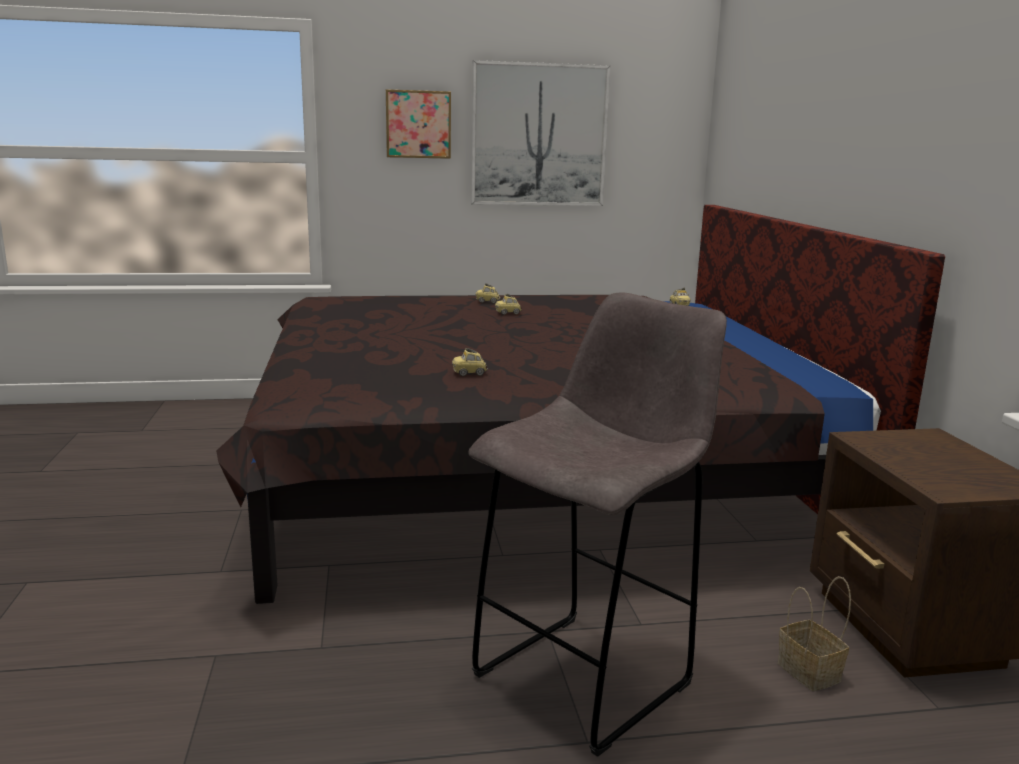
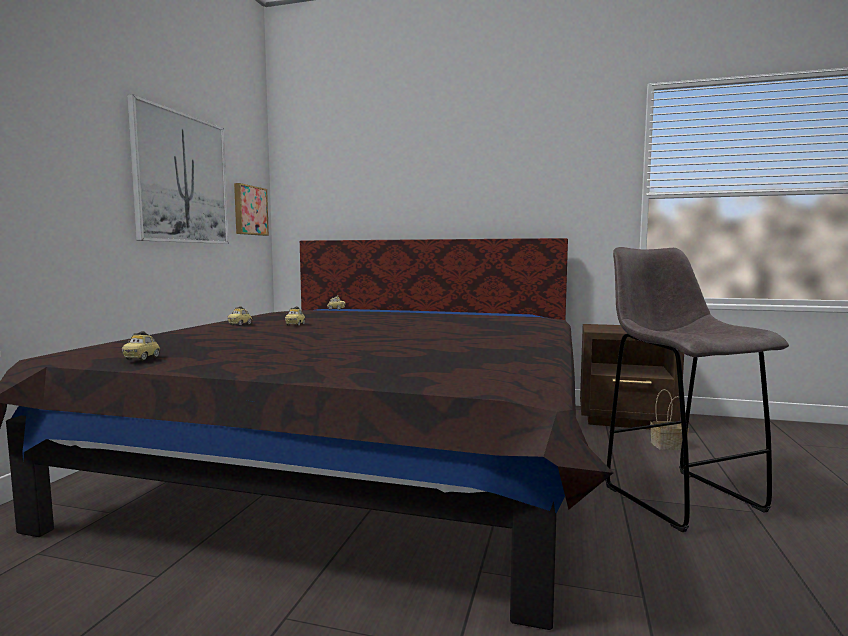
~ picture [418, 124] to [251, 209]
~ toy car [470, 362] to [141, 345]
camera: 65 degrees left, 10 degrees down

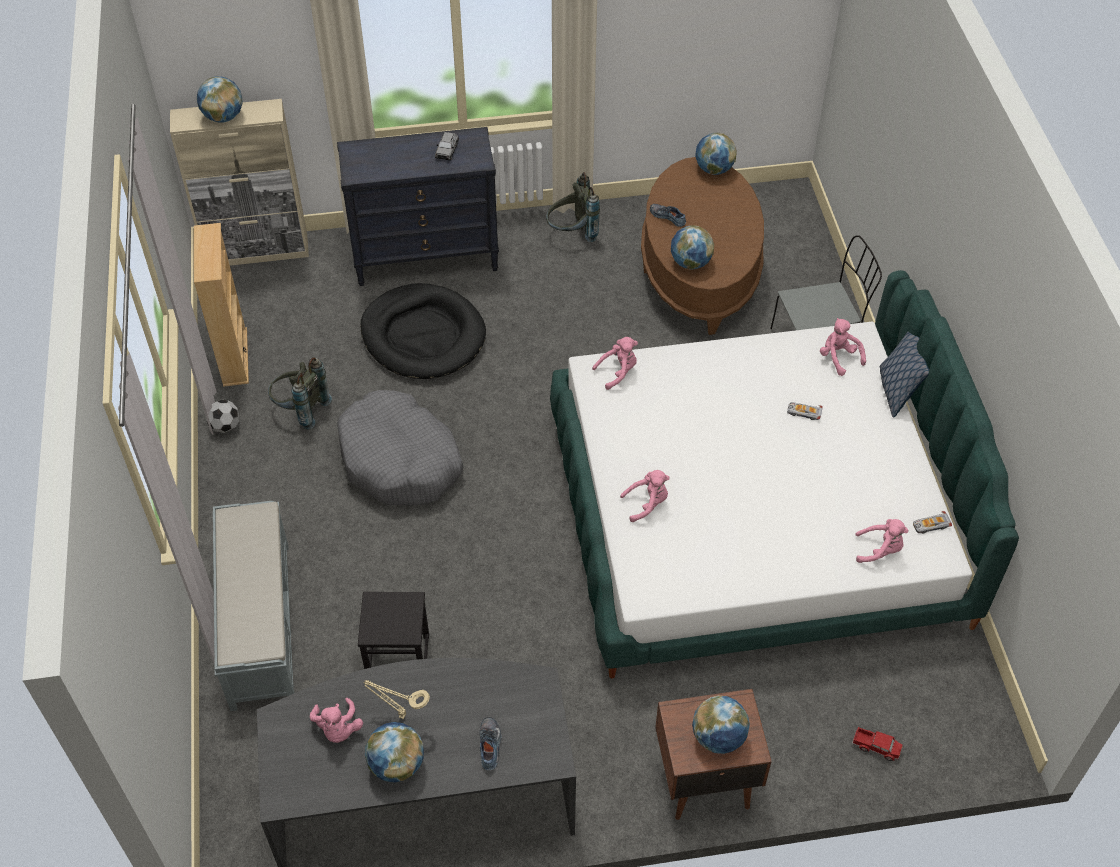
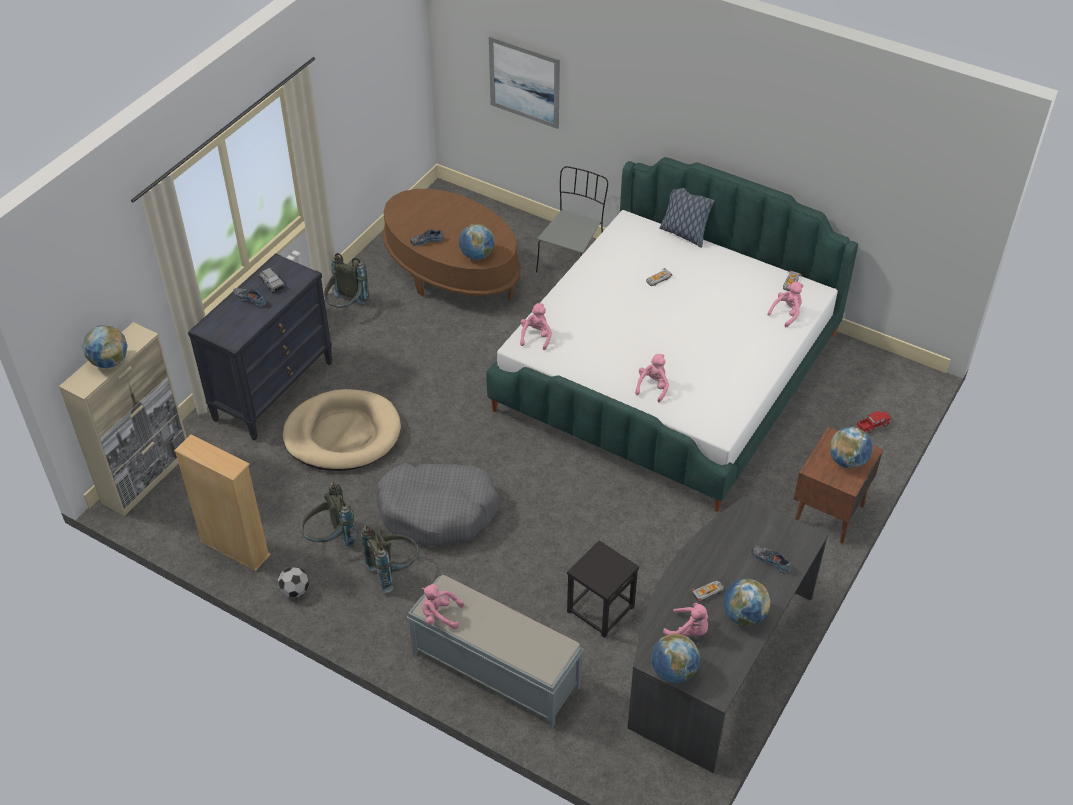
+ shoe [249, 297]
+ grey backpack [390, 559]
+ picture [524, 82]
~ globe [716, 154] to [675, 658]
~ pink plush toy [843, 347] to [443, 606]
~ beige table lamp [397, 699] to toy car [707, 591]
~ black dog bed [423, 331] to beige dog bed [342, 430]
camera: 50 degrees left, 5 degrees down

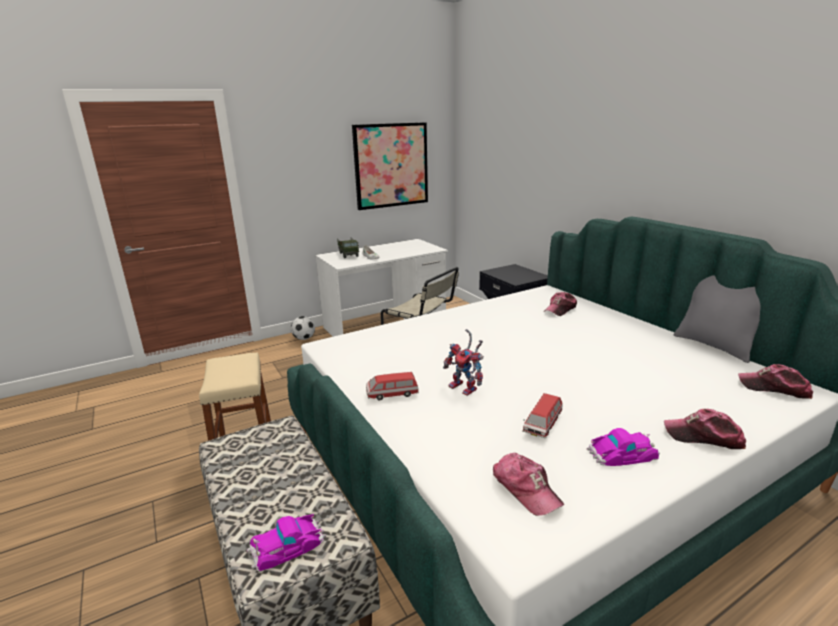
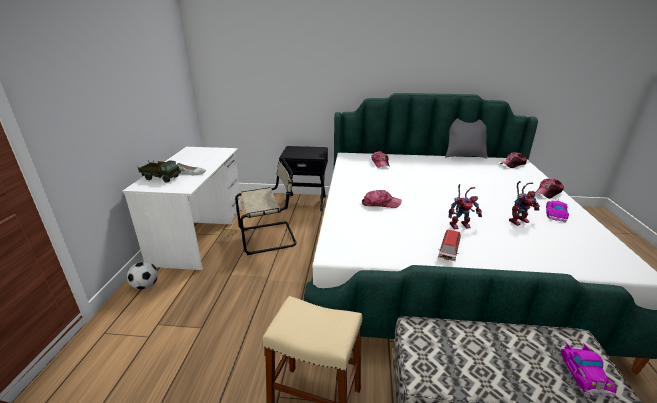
- picture [390, 166]
~ cap [529, 484] to [382, 199]
~ toy car [542, 416] to toy robot [524, 203]
camera: 55 degrees left, 5 degrees up

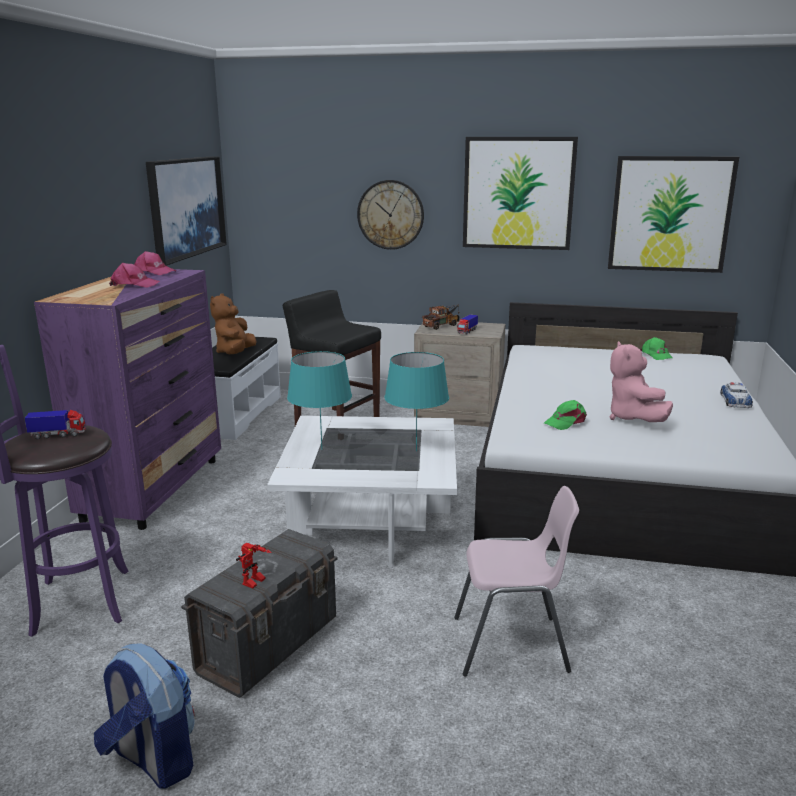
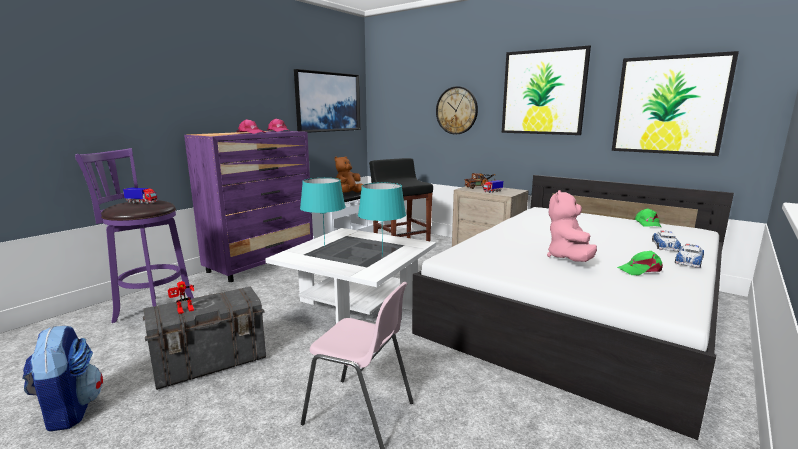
+ toy car [666, 240]
~ green cap [565, 415] to [640, 263]
camera: 25 degrees right, 5 degrees down

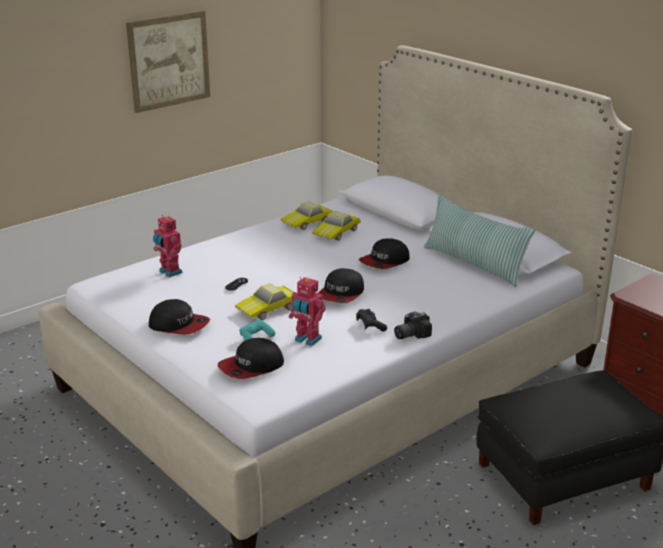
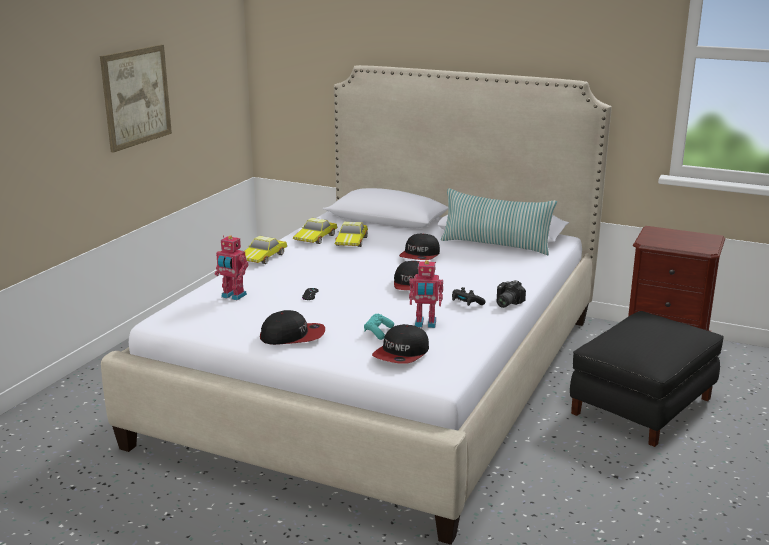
~ toy car [264, 301] to [266, 250]
camera: 25 degrees left, 5 degrees down

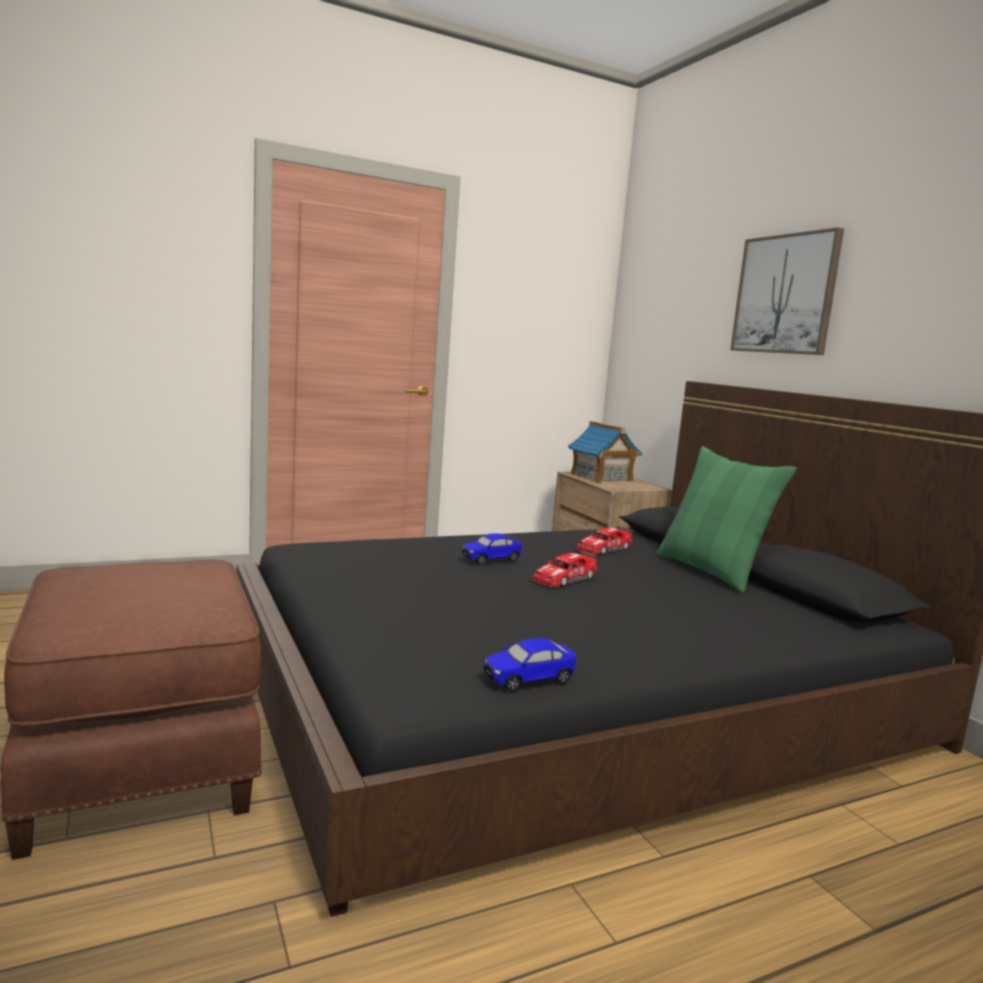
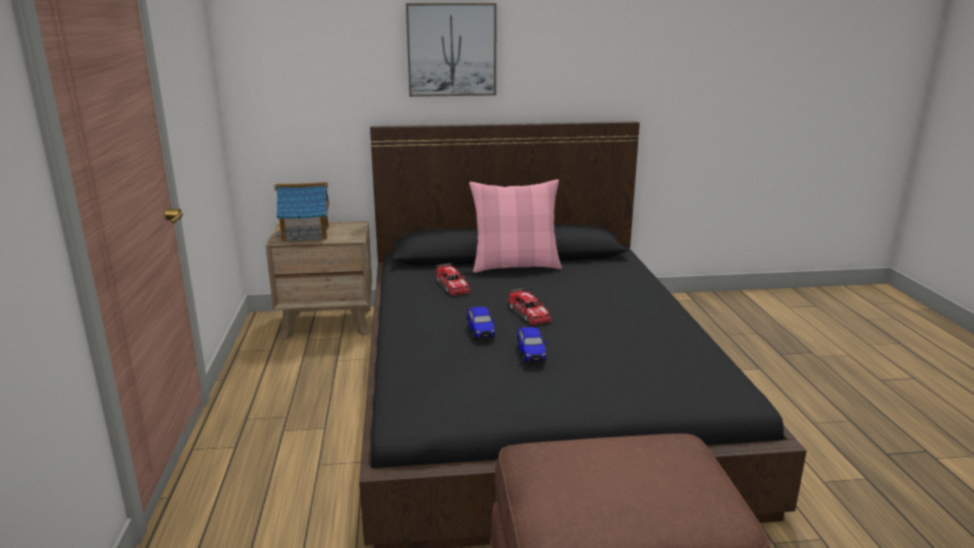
~ toy car [529, 665] to [532, 344]
~ green pillow [727, 519] to pink pillow [515, 226]
camera: 70 degrees left, 10 degrees up

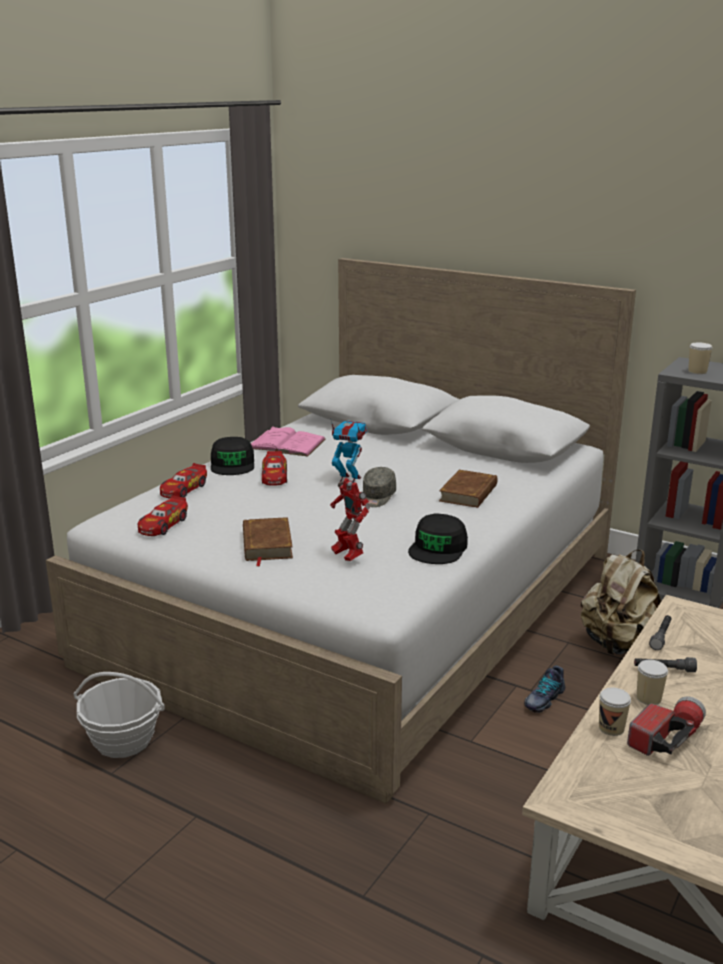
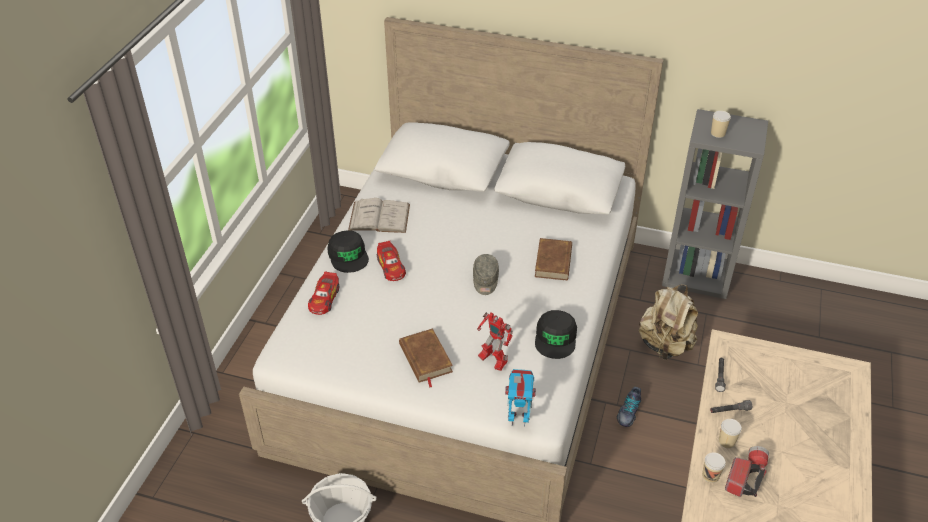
- toy car [163, 515]
~ toy robot [348, 450] to [520, 398]
~ pink book [288, 441] to white book [379, 215]
camera: 15 degrees left, 20 degrees up

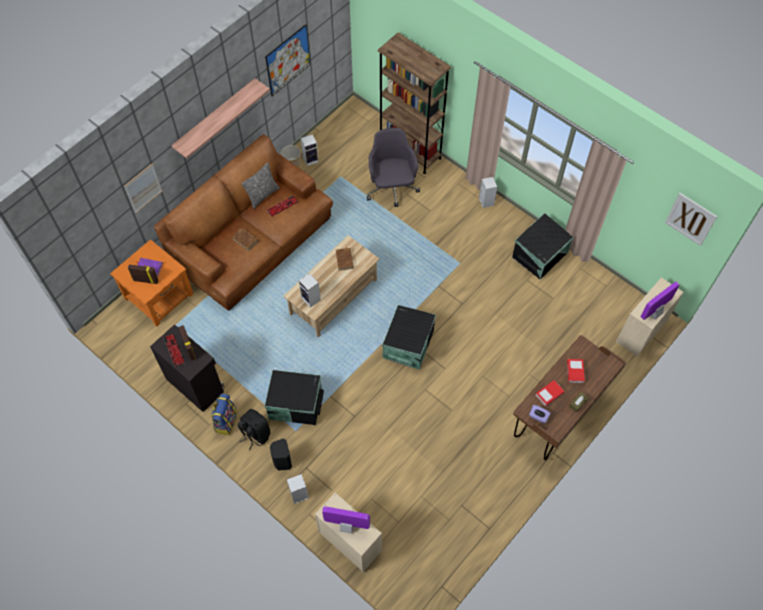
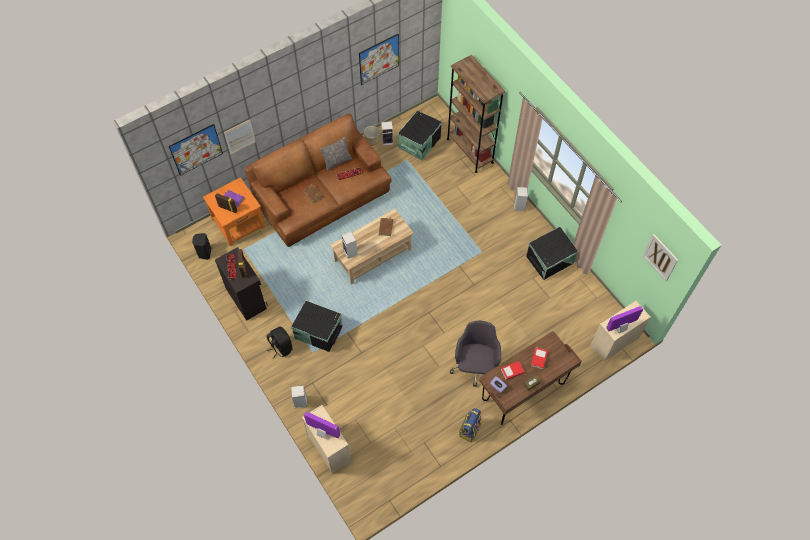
- shelf [220, 118]
+ picture [196, 150]
~ backpack [224, 414] to [470, 425]
~ black speaker [281, 454] to [201, 246]
~ grey office chair [393, 167] to [475, 354]
~ black storage box [409, 337] to [419, 136]
camera: 15 degrees right, 0 degrees up

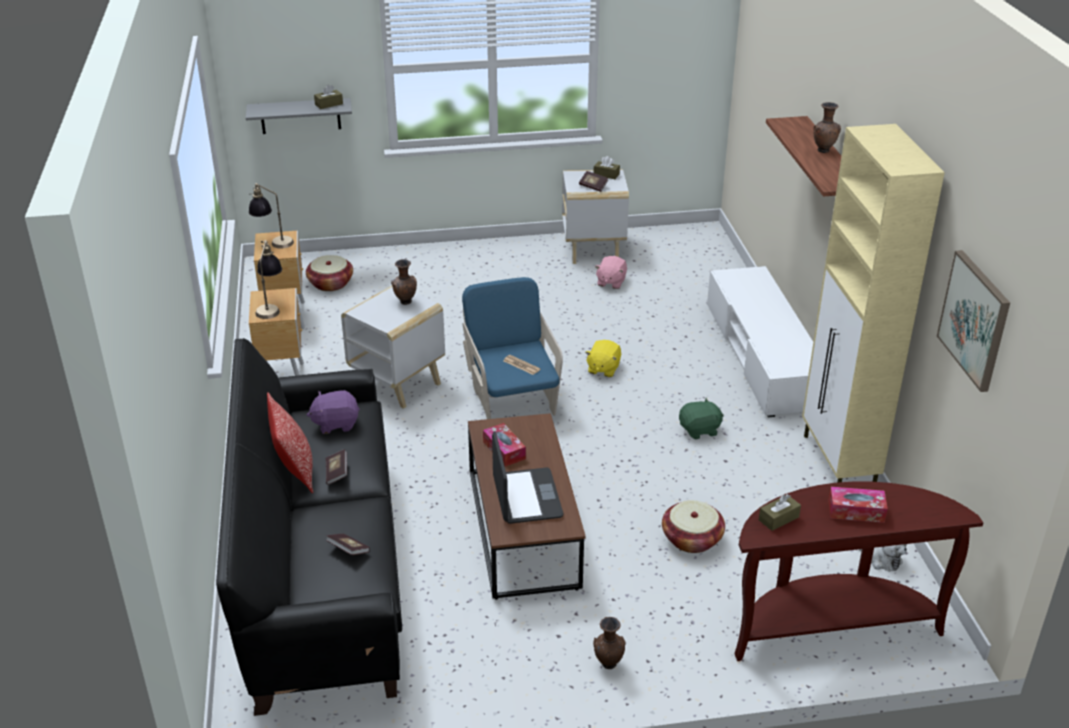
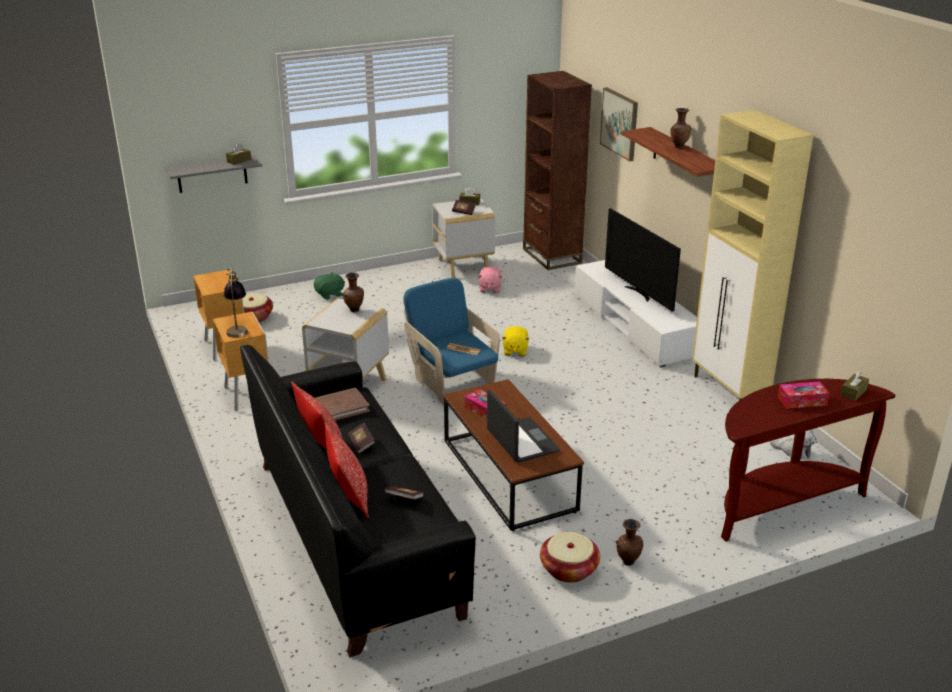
- table lamp [271, 216]
+ pillow [347, 470]
+ brown bookcase [557, 170]
+ television [643, 260]
~ basket [693, 526] to [570, 557]
~ green plush toy [701, 419] to [329, 286]
~ brown tissue box [780, 512] to [854, 386]
~ picture [973, 321] to [619, 124]
~ purple plush toy [333, 412] to brown book [342, 404]
camera: 15 degrees left, 5 degrees down

